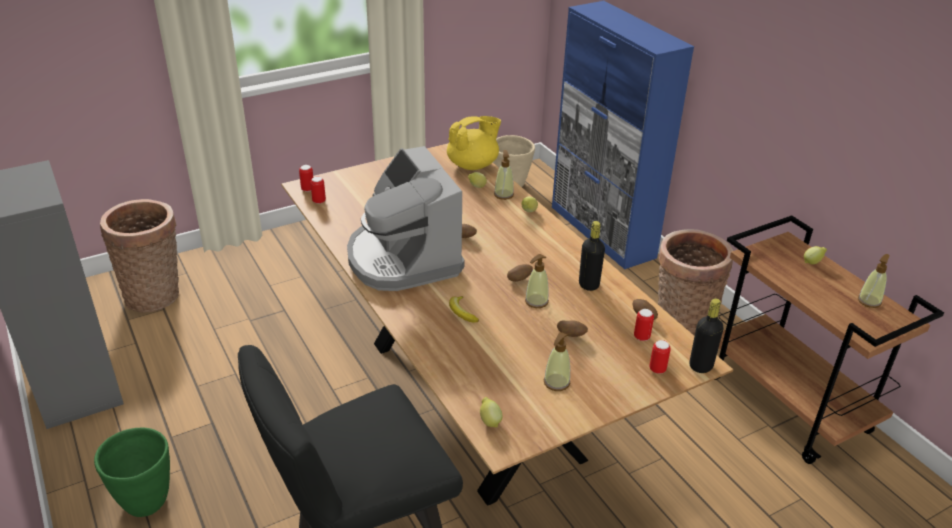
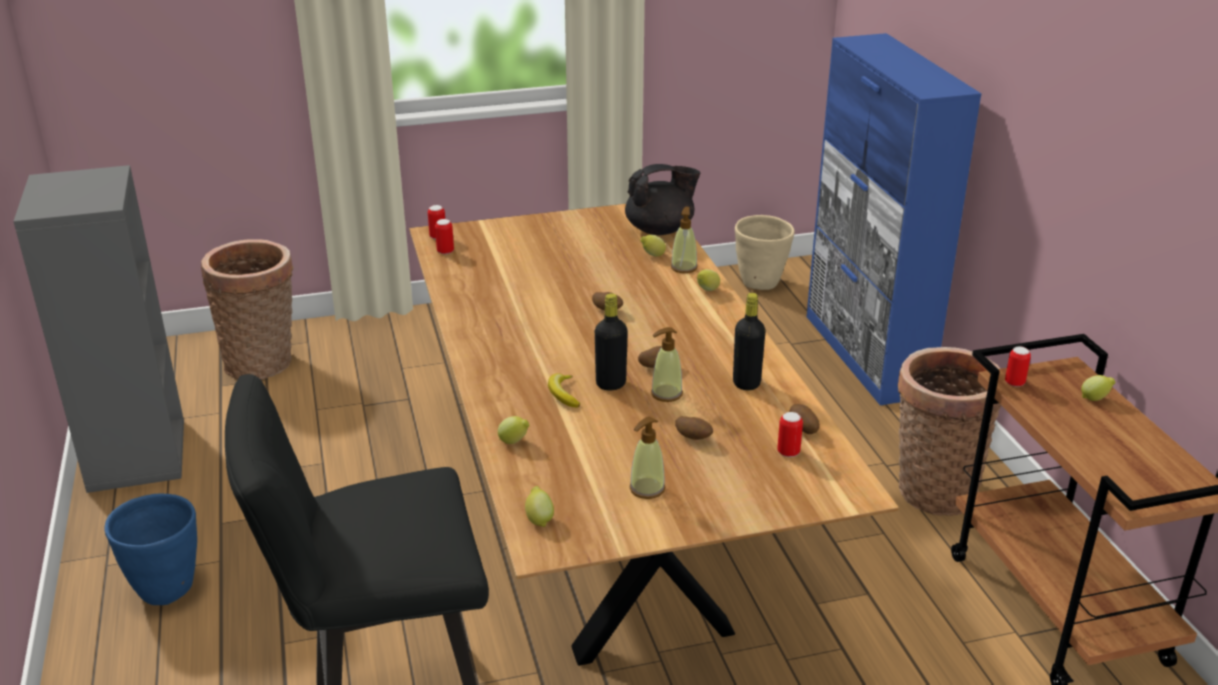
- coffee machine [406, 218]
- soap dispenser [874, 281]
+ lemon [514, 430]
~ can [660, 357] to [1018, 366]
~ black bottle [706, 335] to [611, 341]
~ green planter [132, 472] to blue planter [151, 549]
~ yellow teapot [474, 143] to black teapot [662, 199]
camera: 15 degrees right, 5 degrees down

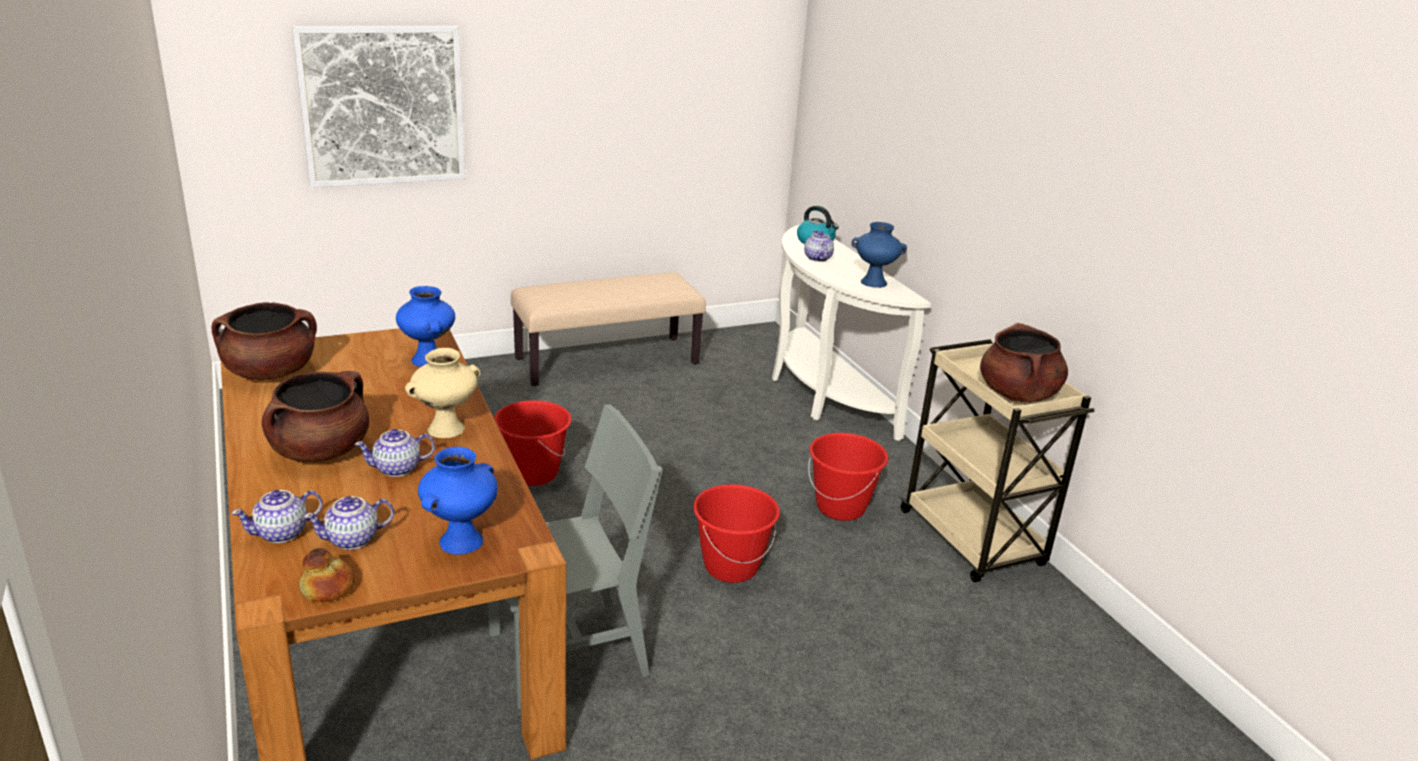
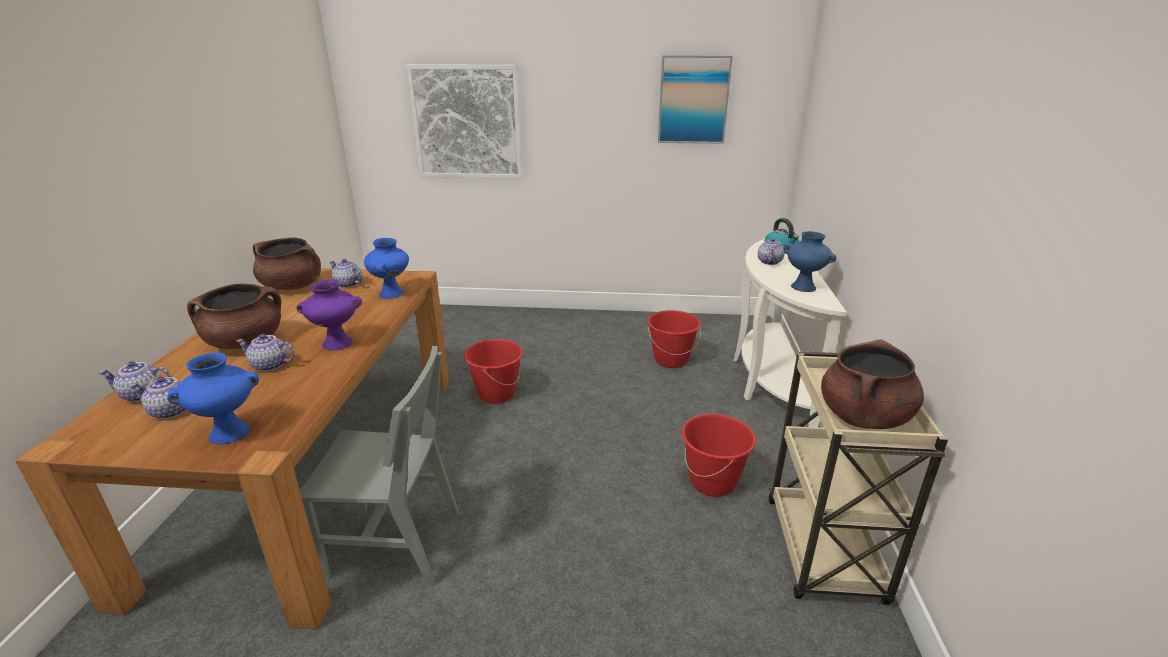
- bread [327, 575]
- beige bench [608, 329]
+ teapot [346, 273]
+ picture [695, 99]
~ red bucket [736, 533] to [674, 339]
~ beige vase [442, 393] to purple vase [329, 314]
camera: 30 degrees right, 0 degrees up

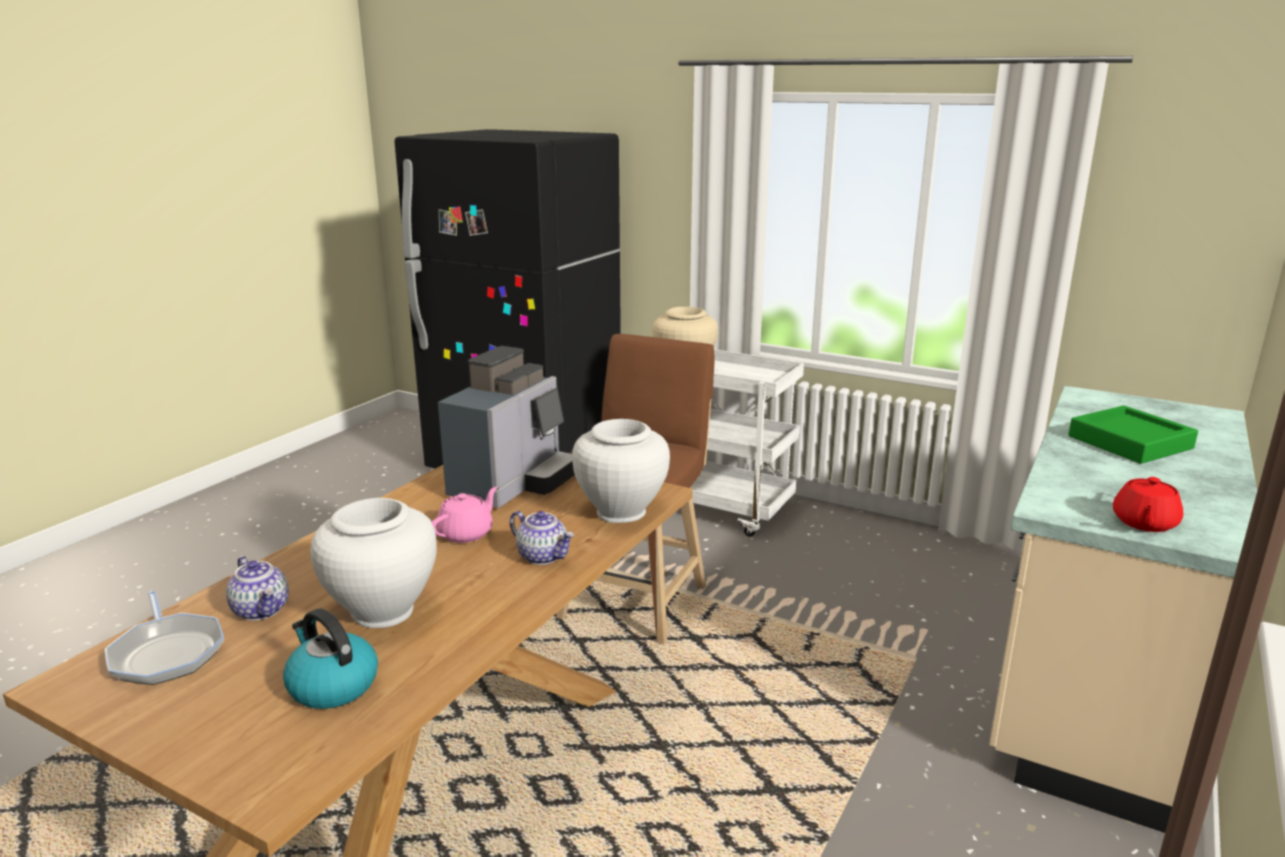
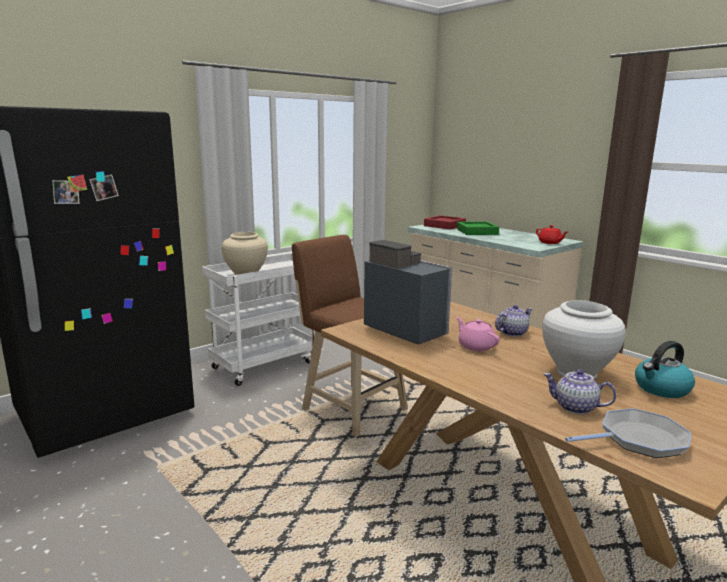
- white vase [621, 471]
+ red tray [445, 222]
~ teapot [257, 588] = [579, 391] 135 degrees counterclockwise
camera: 70 degrees left, 5 degrees down

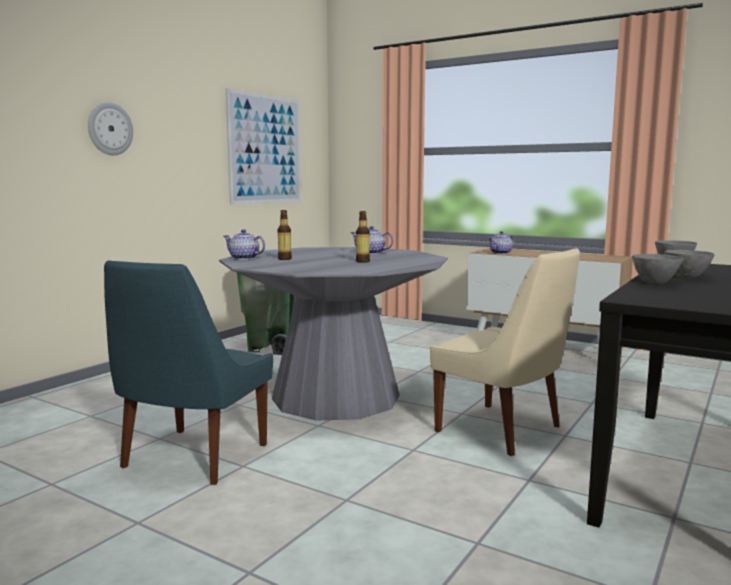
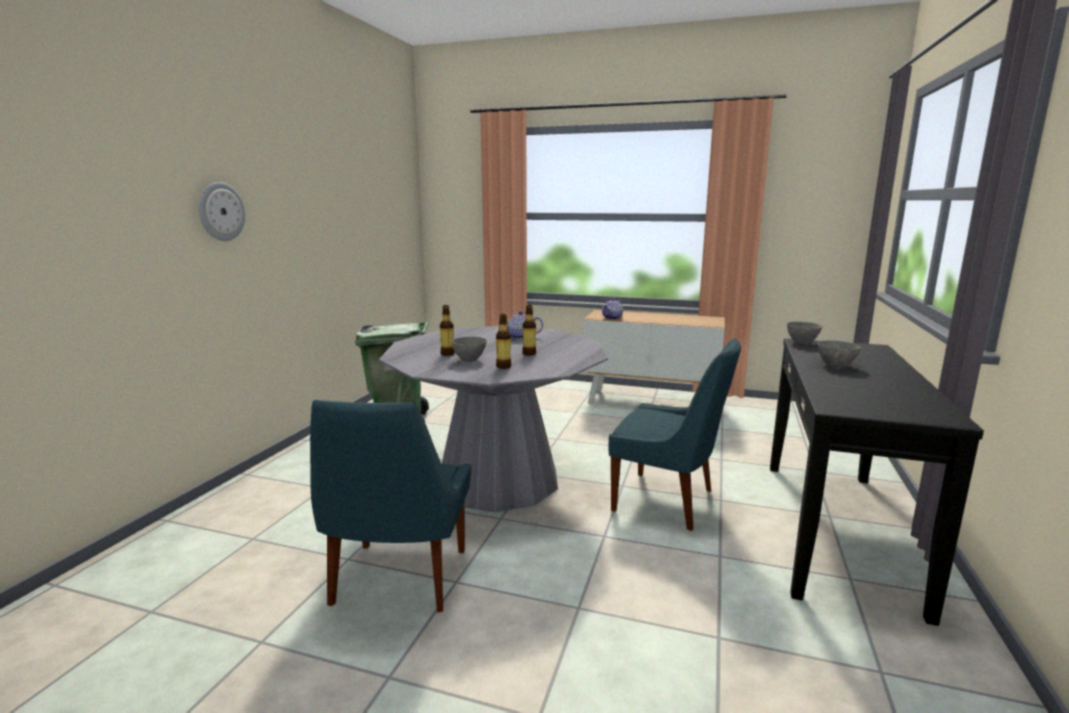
- teapot [244, 244]
- picture [263, 146]
+ bottle [503, 341]
~ grey bowl [657, 269] to [469, 349]
~ beige chair [505, 352] to blue chair [675, 434]
camera: 15 degrees left, 5 degrees up

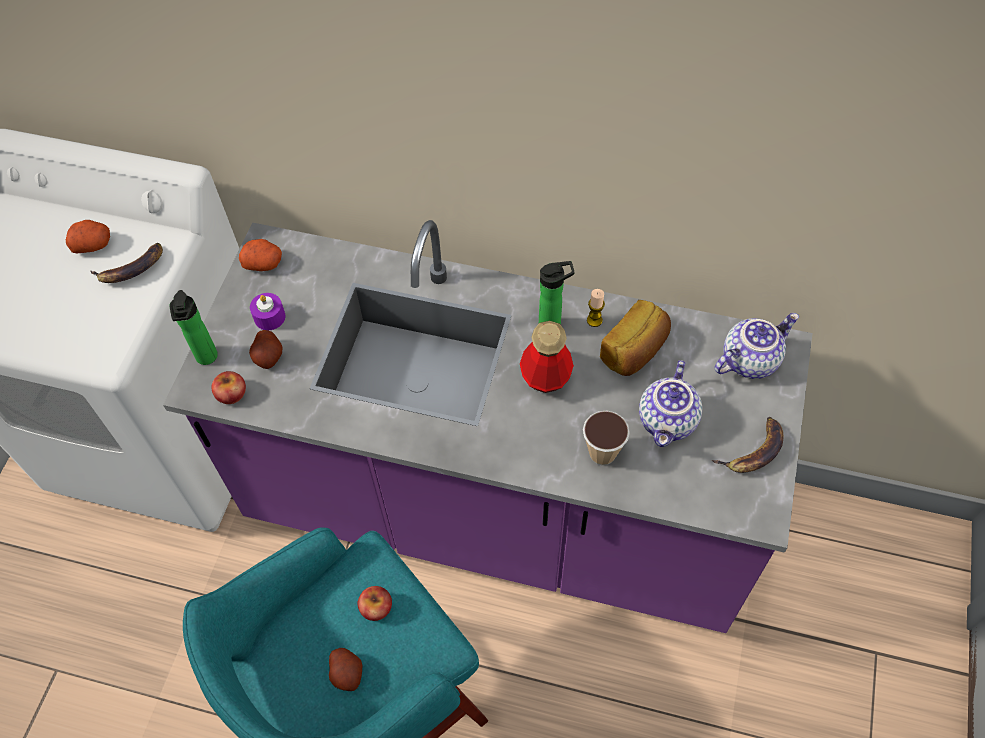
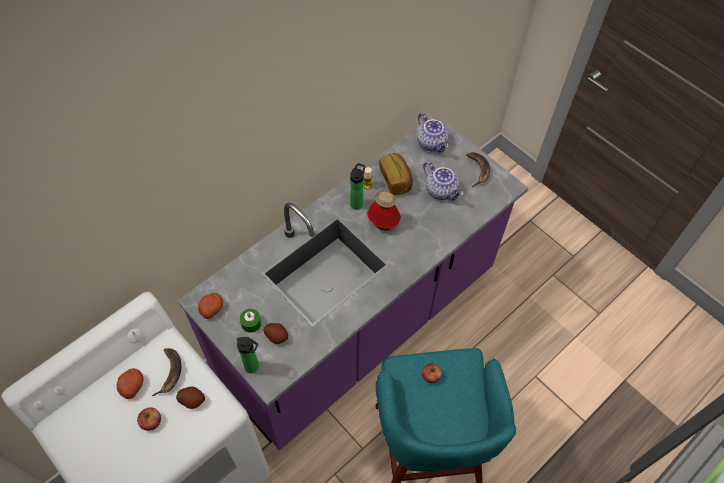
- cup [606, 438]
~ apple [228, 387] to [149, 419]
~ potato [345, 669] to [190, 397]
~ purple candle [267, 311] to green candle [250, 321]
~ teapot [757, 346] = [433, 133] 150 degrees clockwise
camera: 60 degrees left, 0 degrees up

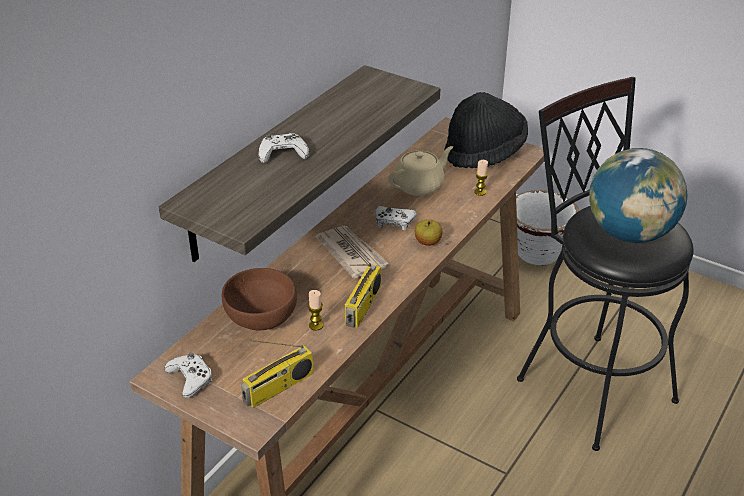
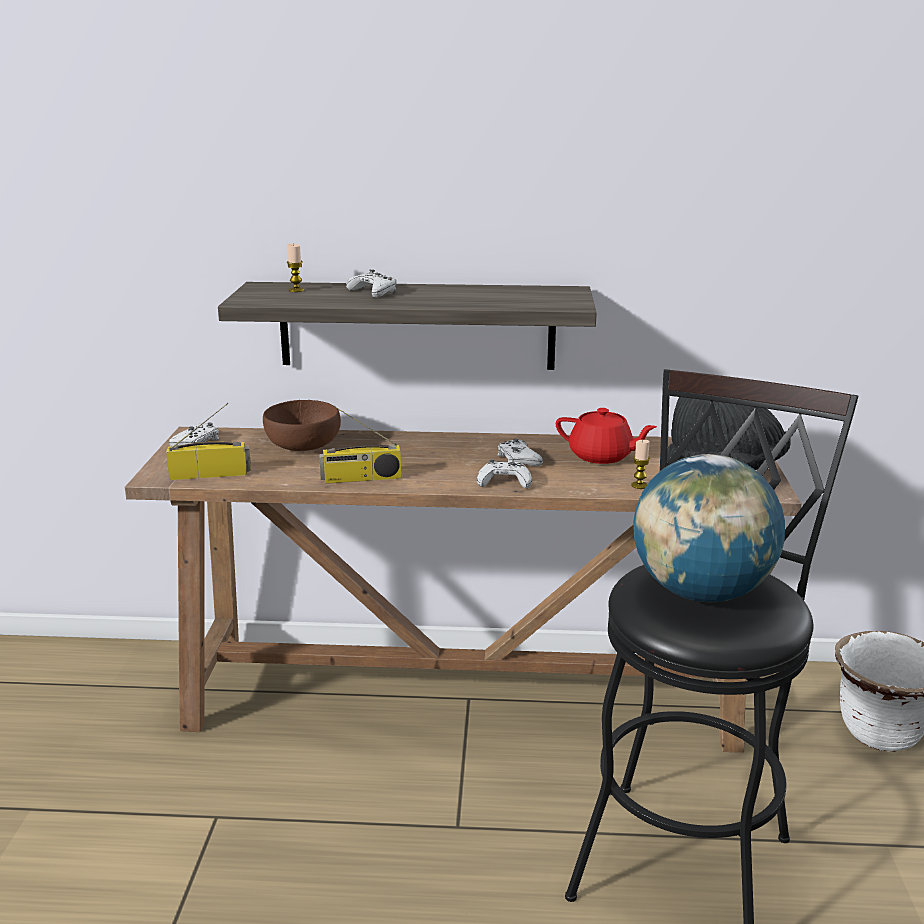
- newspaper [352, 252]
~ candle [315, 310] to [295, 267]
~ apple [429, 232] to white game controller [504, 473]
~ beige teapot [420, 171] to red teapot [606, 436]
~ radio [277, 374] = [208, 441] 150 degrees clockwise
camera: 60 degrees right, 15 degrees down

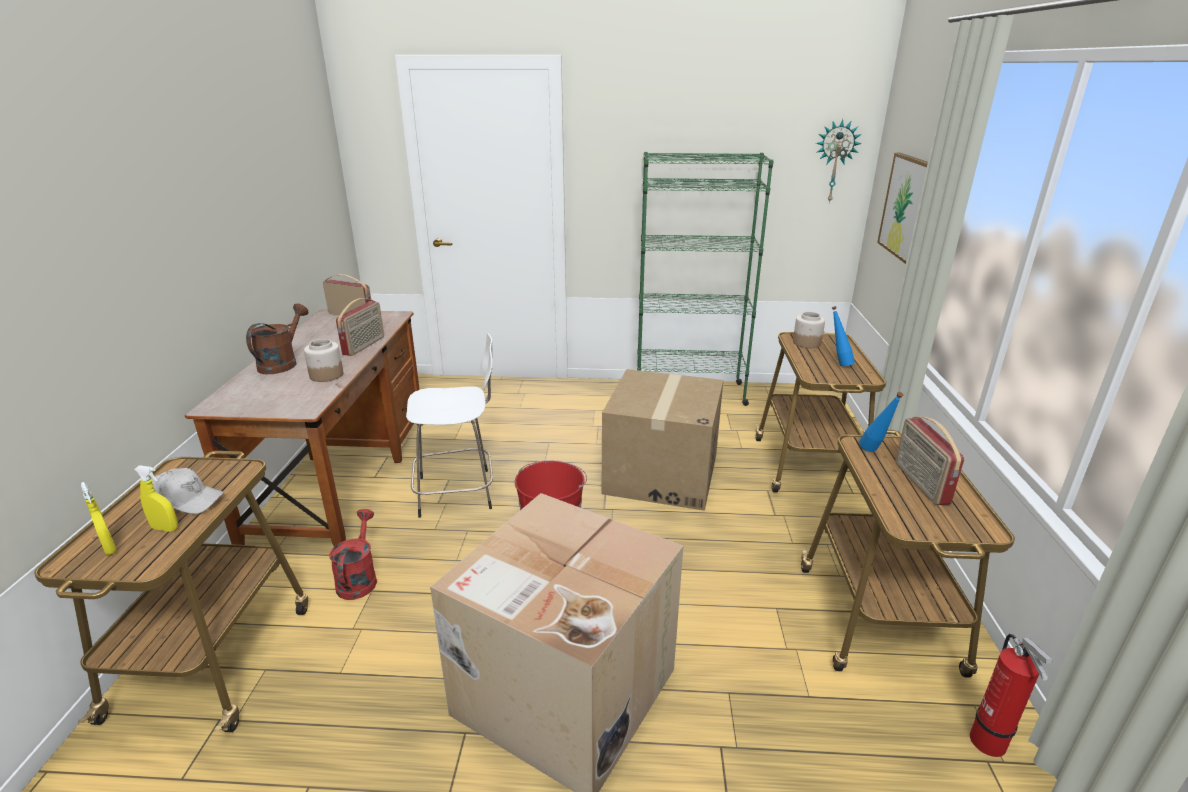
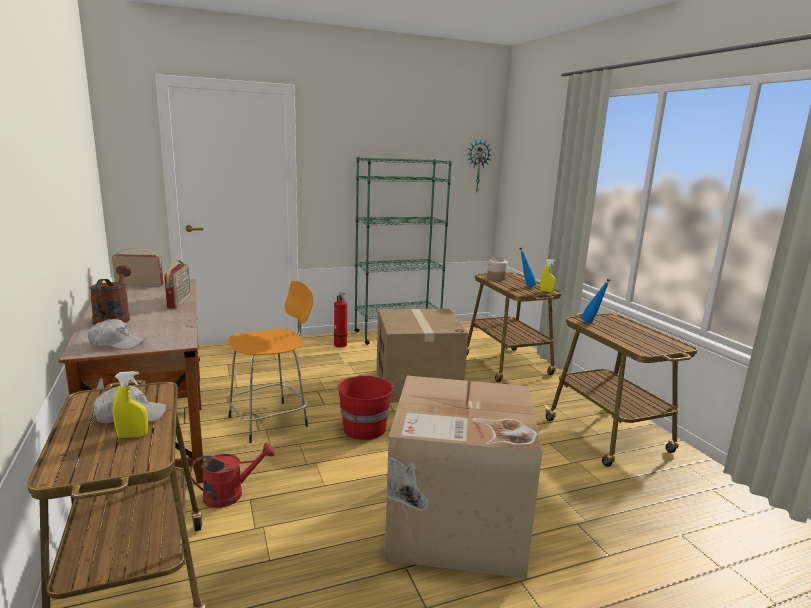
- jar [323, 360]
- picture [902, 208]
- radio [929, 460]
+ white cap [116, 334]
~ yellow spray bottle [99, 518] to [548, 275]
~ fire extinguisher [1011, 695] to [340, 320]
~ white stool [449, 425] to orange stool [270, 362]
~ red watering can [353, 554] = [232, 475] 90 degrees clockwise
camera: 25 degrees left, 10 degrees down

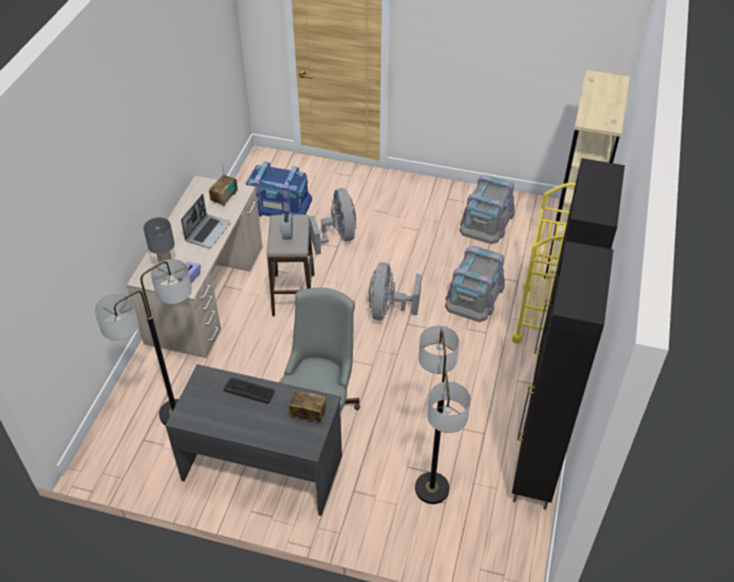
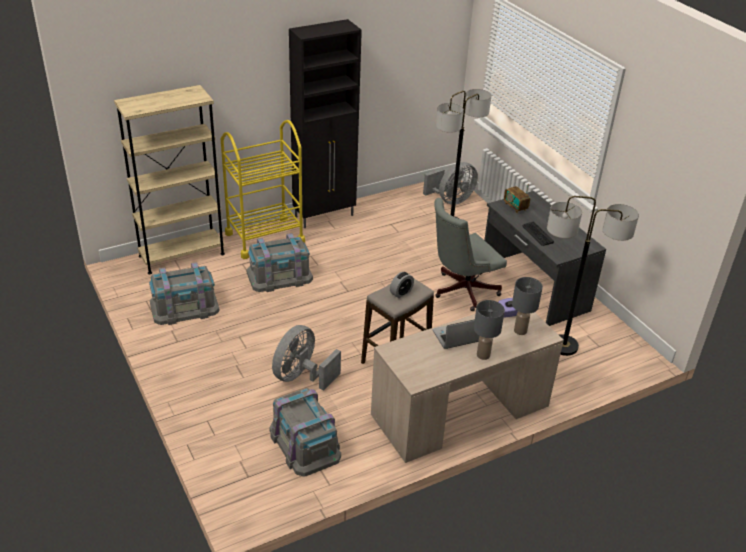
- radio [223, 185]
- black cabinet [562, 375]
+ grey table lamp [489, 330]
~ grey fan [395, 291] to [450, 183]
~ blue storage box [279, 189] to grey storage box [305, 432]
camera: 135 degrees left, 10 degrees down

